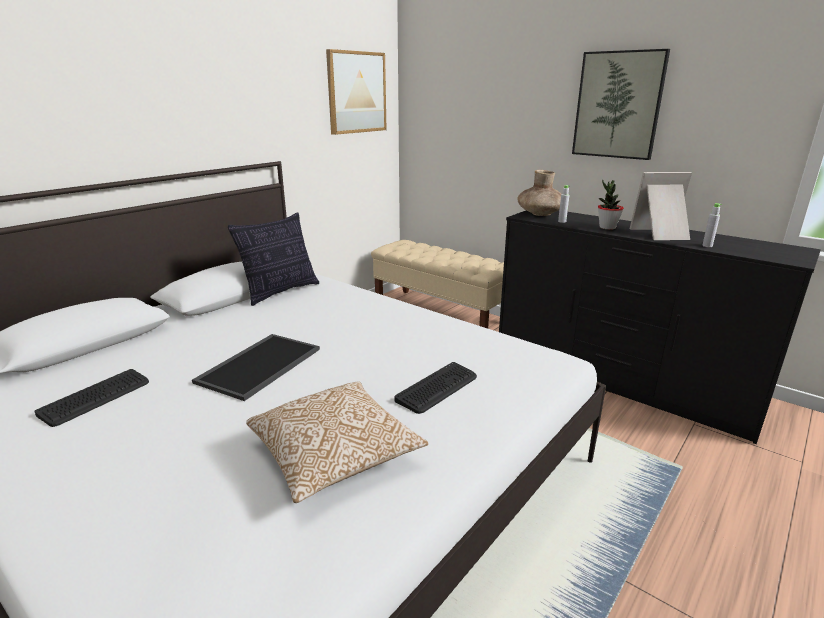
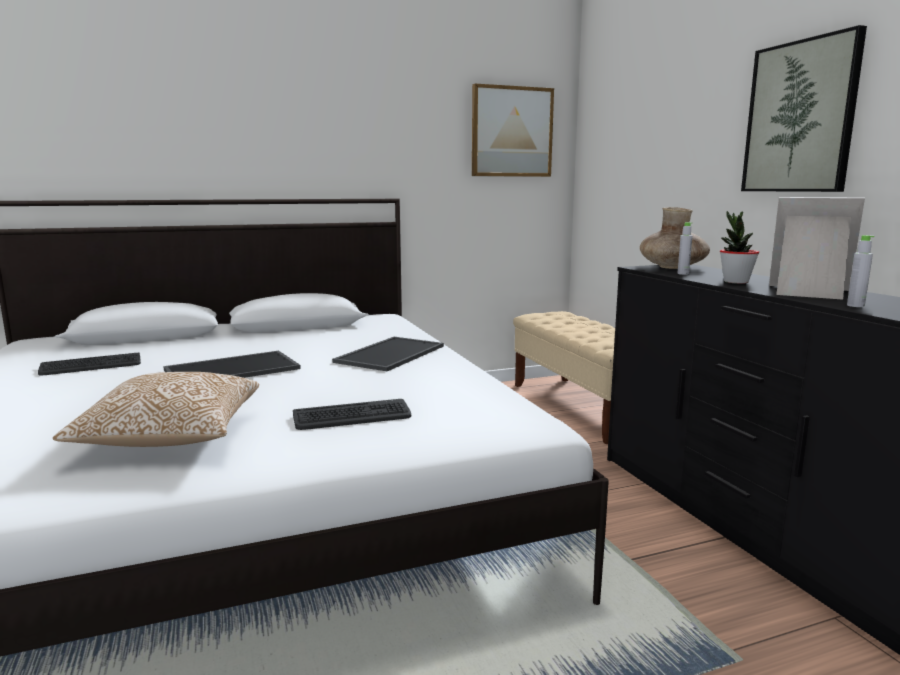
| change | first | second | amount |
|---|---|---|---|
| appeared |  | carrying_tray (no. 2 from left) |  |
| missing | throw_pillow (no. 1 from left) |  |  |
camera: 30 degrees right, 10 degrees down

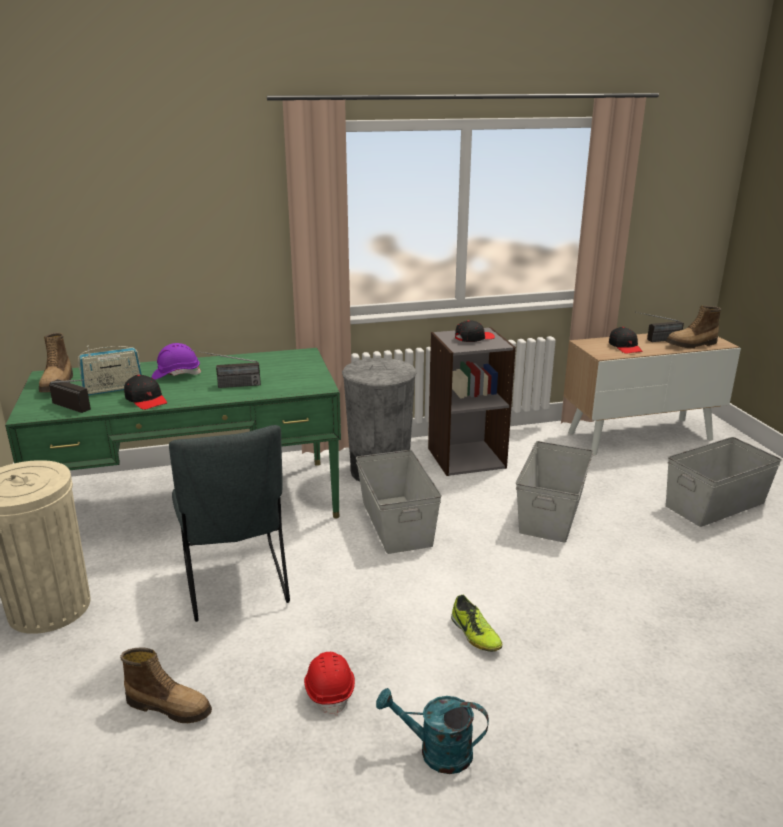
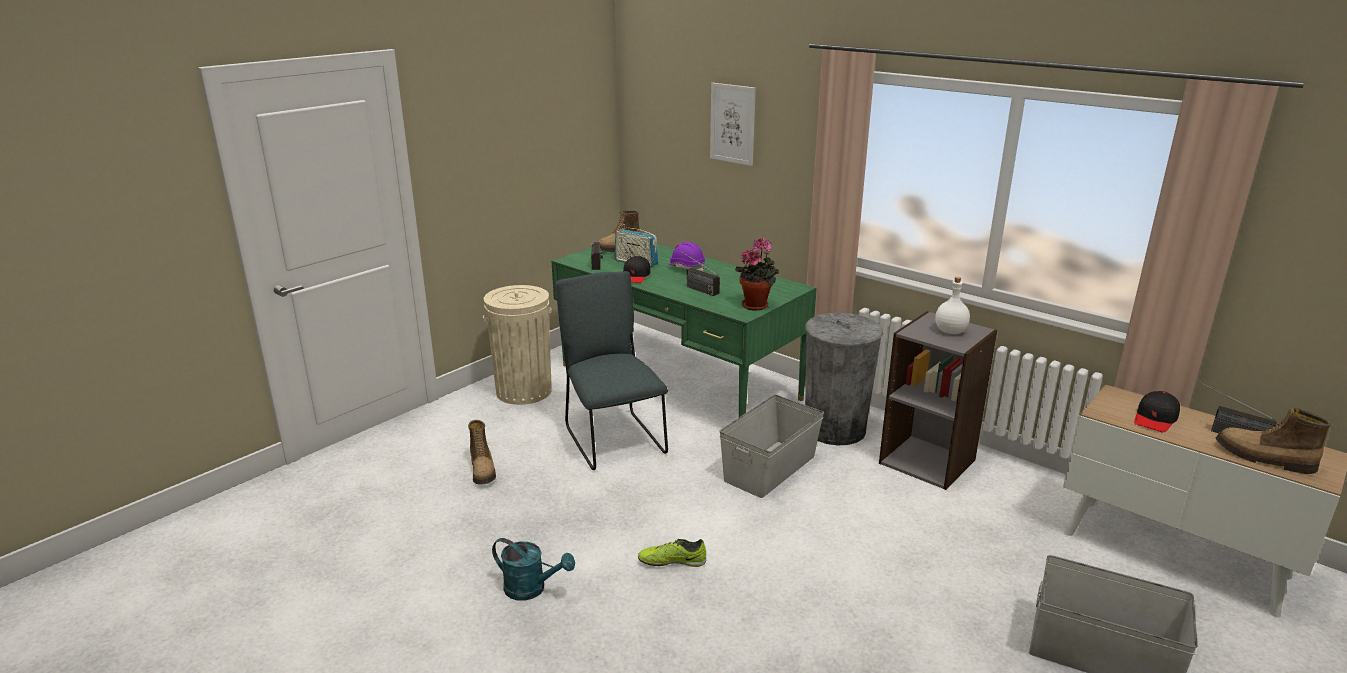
| change | first | second | amount |
|---|---|---|---|
| spun | blue-green_watering_pot |  | 135 degrees clockwise |
| spun | grey_chair |  | 120 degrees clockwise |
| spun | low_shoe |  | 60 degrees clockwise |
| appeared |  | wall_art |  |
| appeared |  | houseplant |  |
| exchanged | blackish_baseball_cap (no. 2 from left) | whitish_bottle |  |
| missing | red-coloured_safety_helmet |  |  |
| missing | grey_storage_box (no. 2 from left) |  |  |
camera: 55 degrees right, 0 degrees up

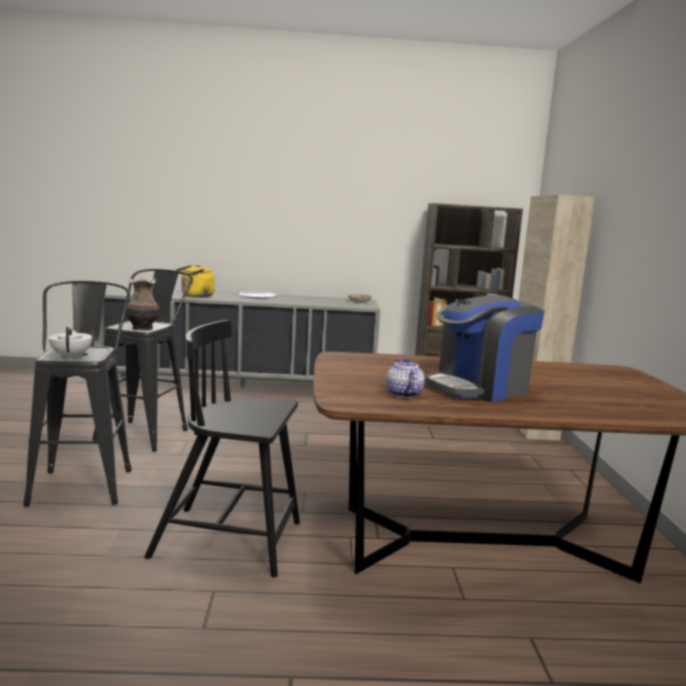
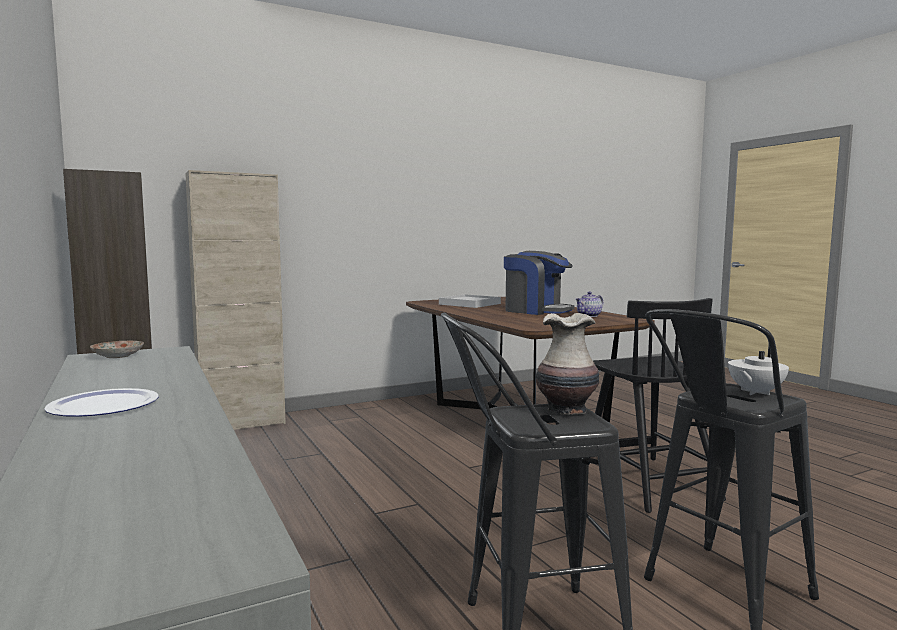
| change | first | second | amount |
|---|---|---|---|
| appeared |  | whitish_carrying_tray |  |
| missing | yellowish_tea_kettle |  |  |
camera: 115 degrees left, 5 degrees down

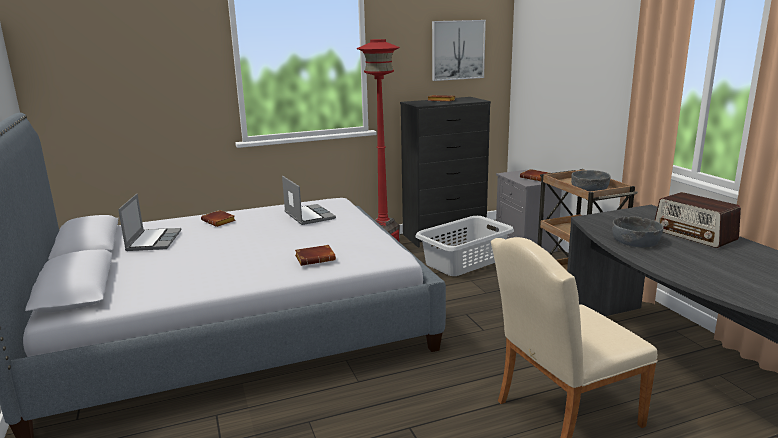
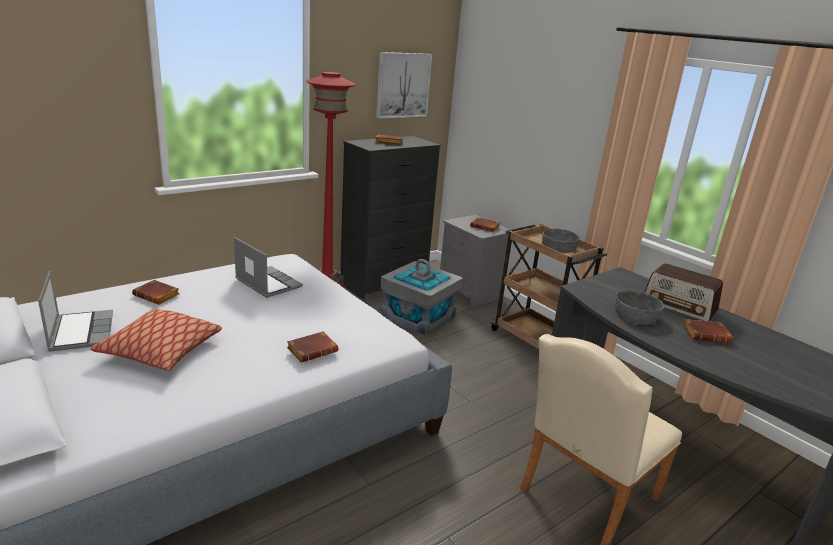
| change | first | second | amount |
|---|---|---|---|
| appeared |  | throw_pillow |  |
| exchanged | grey_laundry_basket | grey_storage_box |  |
| appeared |  | brown_book (no. 5 from left) |  |
camera: 20 degrees left, 5 degrees up

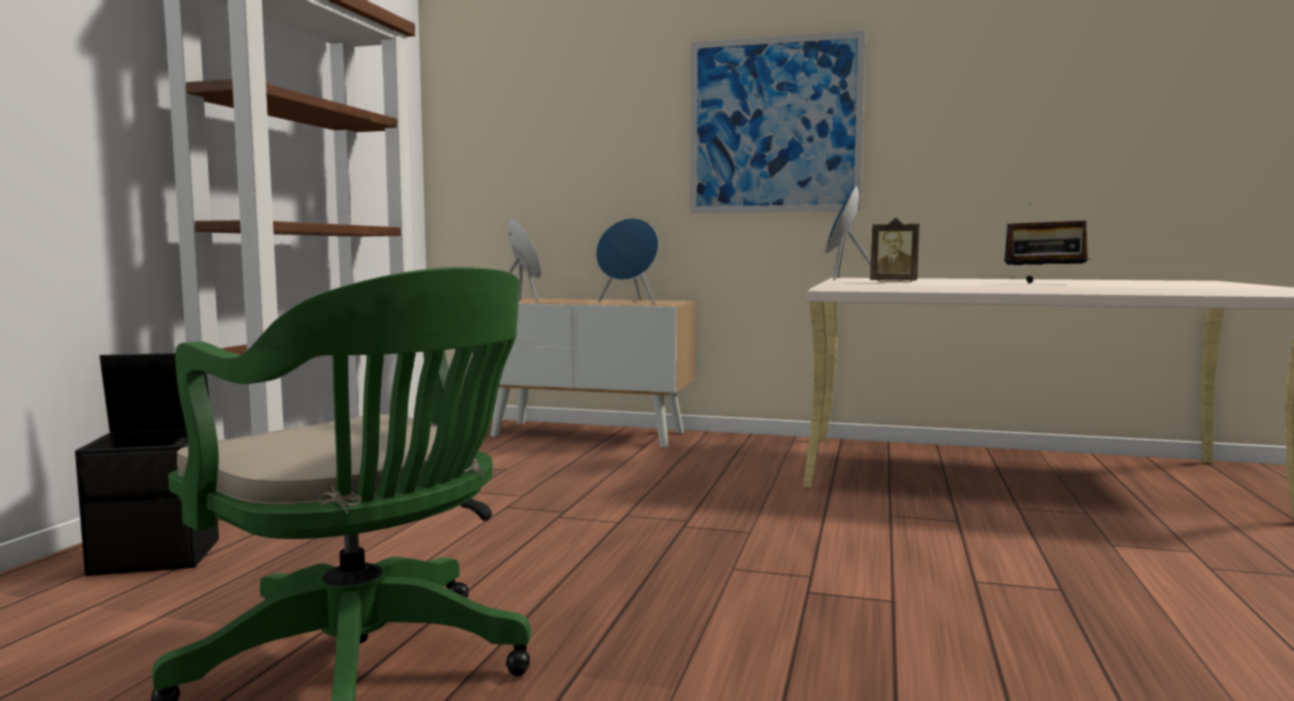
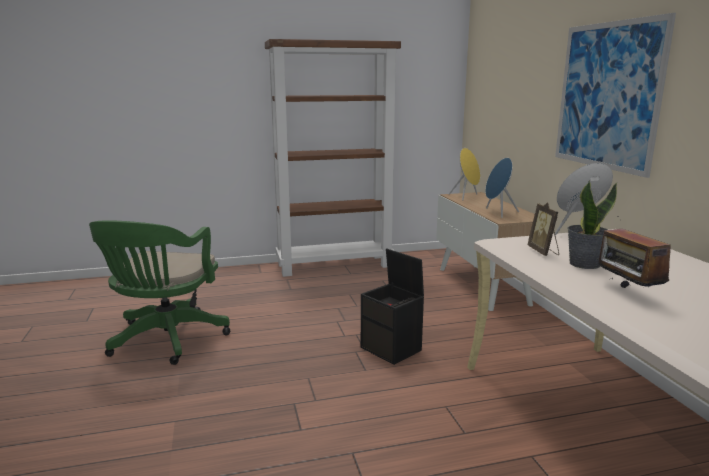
| change | first | second | amount |
|---|---|---|---|
| relocated | blackish_storage_box |  |  |
| appeared |  | houseplant |  |
camera: 60 degrees right, 10 degrees up

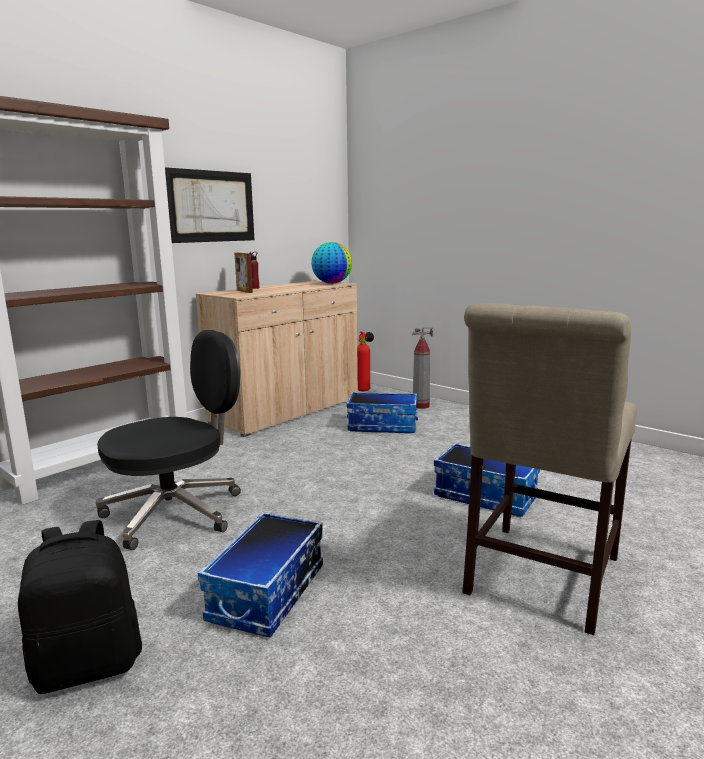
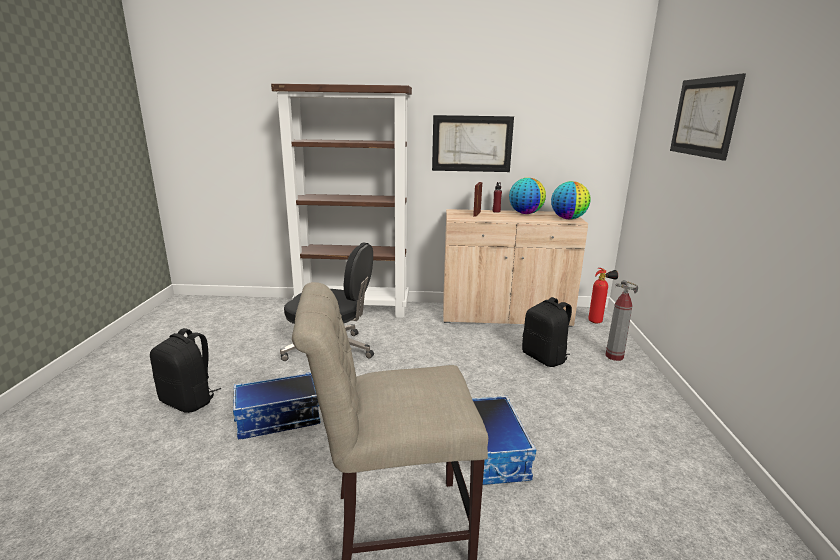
| change | first | second | amount |
|---|---|---|---|
| appeared |  | world_globe (no. 1 from left) |  |
| exchanged | storage_box (no. 2 from left) | blackish_backpack (no. 2 from left) |  |
| appeared |  | wall_art (no. 2 from left) |  |
camera: 50 degrees right, 5 degrees up

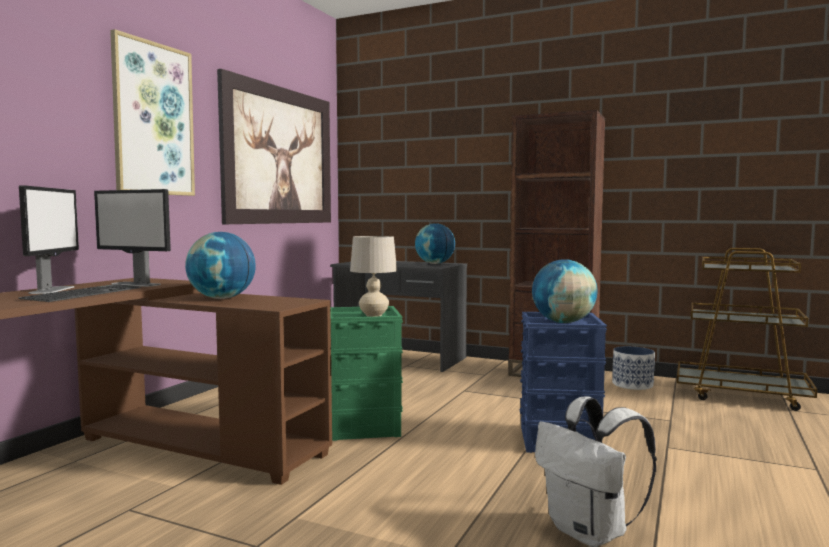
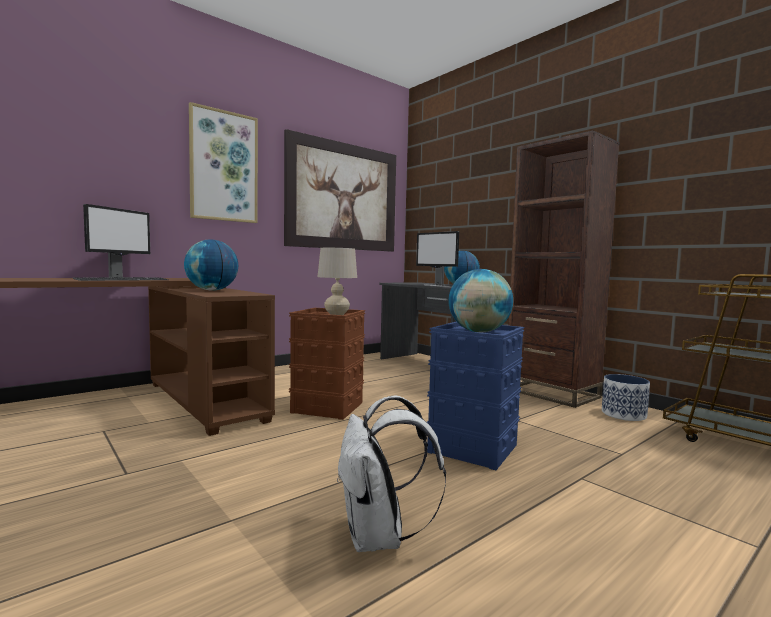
| change | first | second | amount |
|---|---|---|---|
| colour | greenish_storage_box | brown_storage_box |  |
| relocated | computer_screen (no. 2 from left) |  |  |
camera: 25 degrees right, 0 degrees up

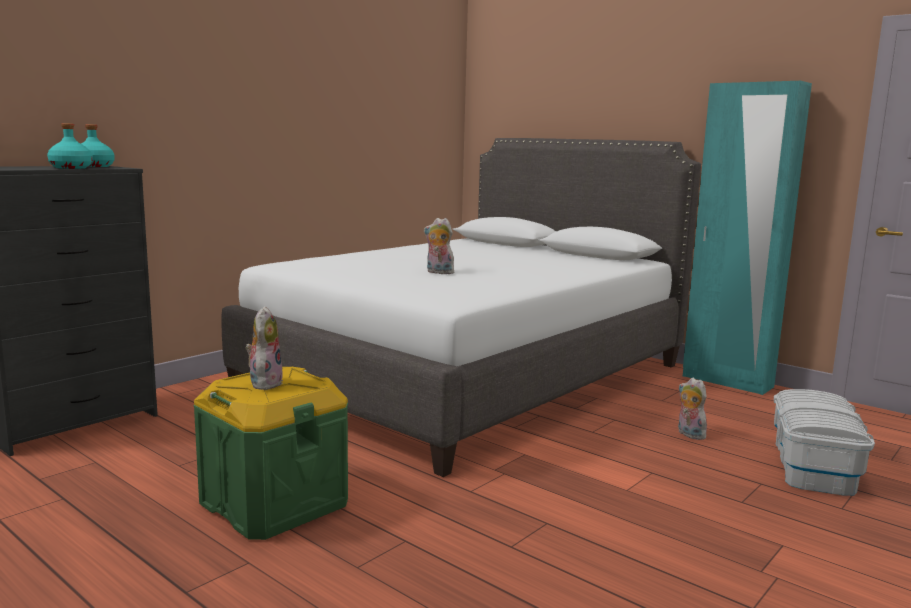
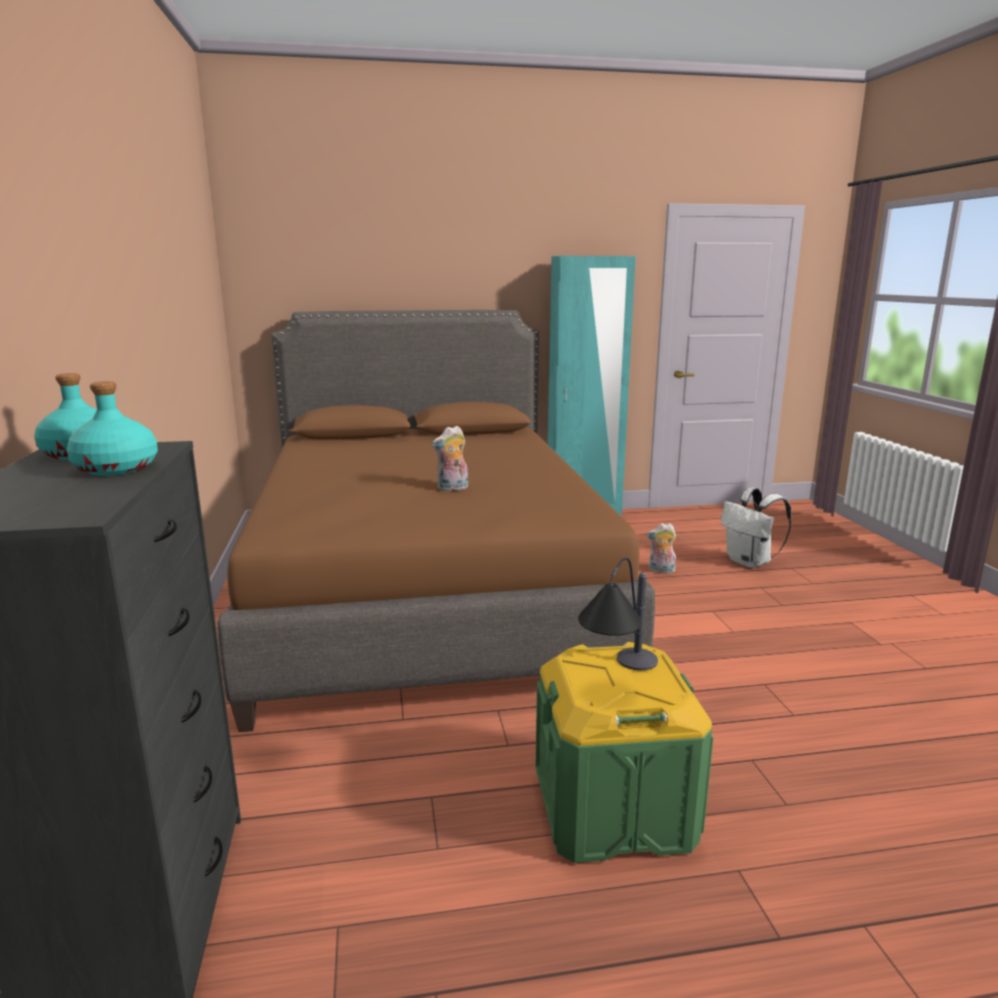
| change | first | second | amount |
|---|---|---|---|
| colour | whitish_sleeping_bed | brown_sleeping_bed |  |
| exchanged | cuddly_toy (no. 1 from left) | table_lamp |  |
| exchanged | whitish_storage_box | whitish_backpack |  |
camera: 50 degrees left, 5 degrees up

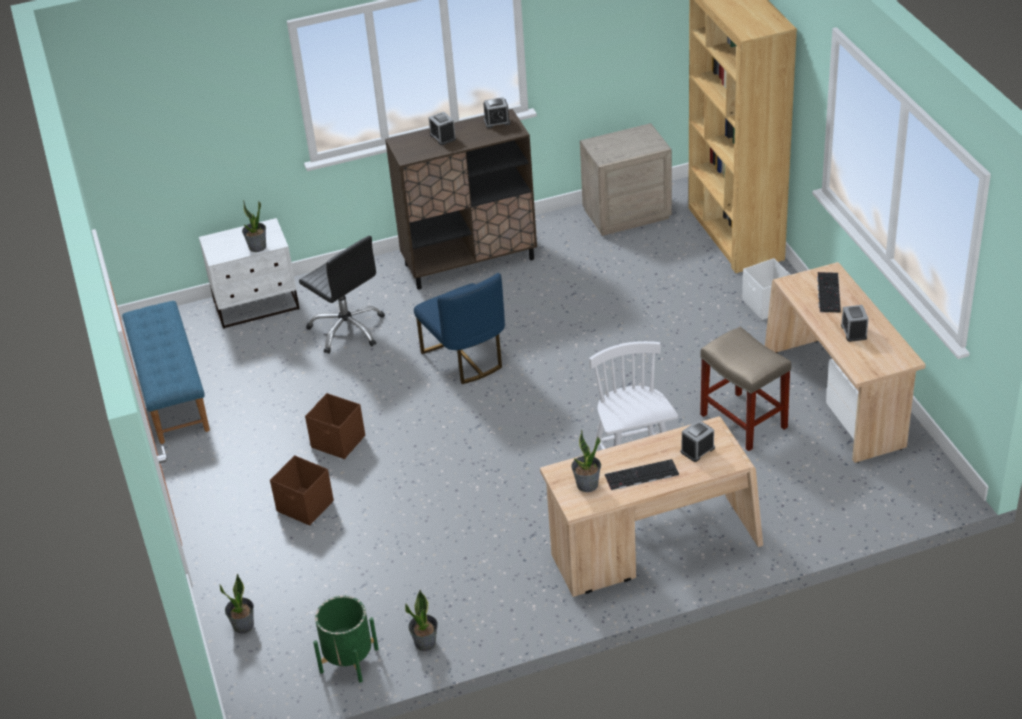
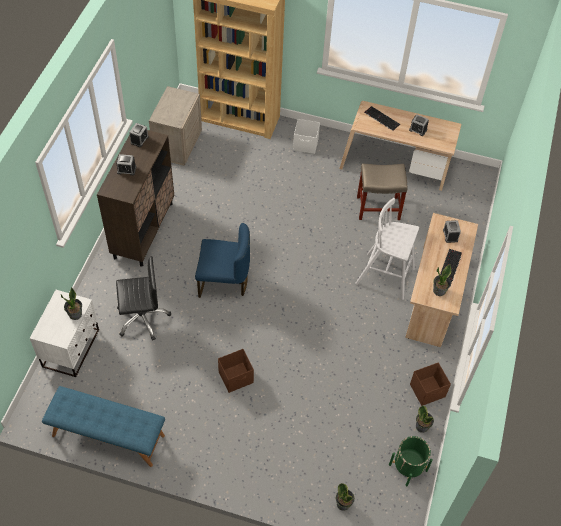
| change | first | second | amount |
|---|---|---|---|
| relocated | brown_storage_box (no. 1 from left in the first image) | brown_storage_box (no. 2 from left) |  |
camera: 60 degrees left, 15 degrees up

